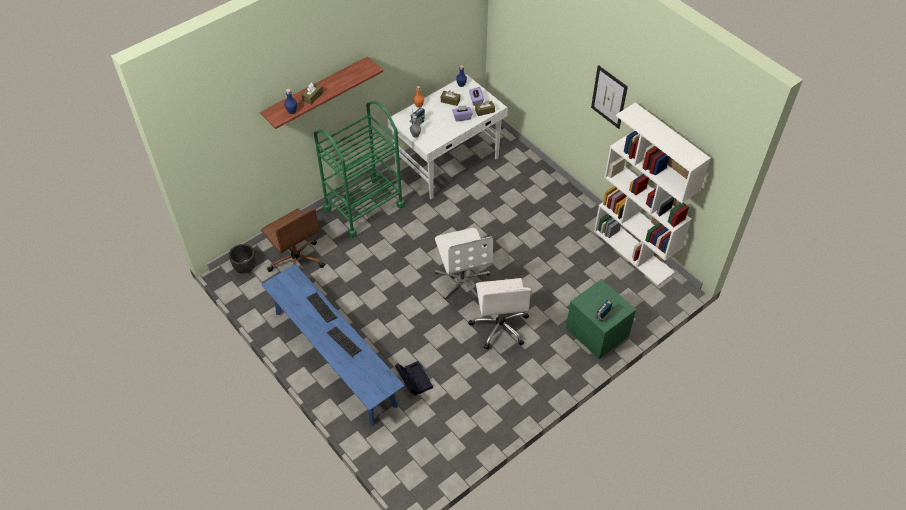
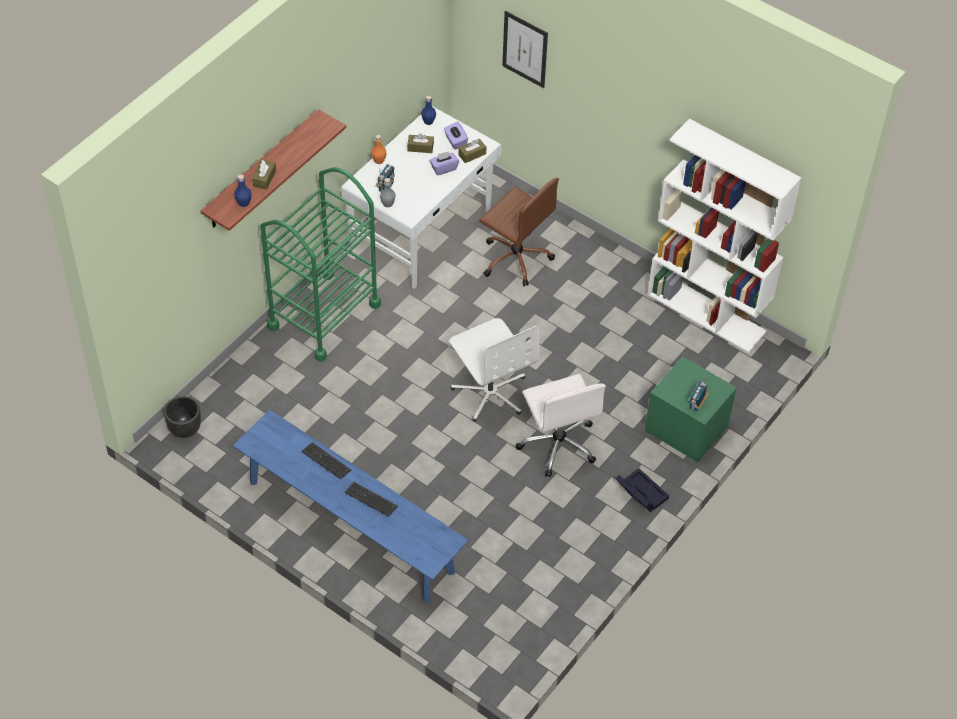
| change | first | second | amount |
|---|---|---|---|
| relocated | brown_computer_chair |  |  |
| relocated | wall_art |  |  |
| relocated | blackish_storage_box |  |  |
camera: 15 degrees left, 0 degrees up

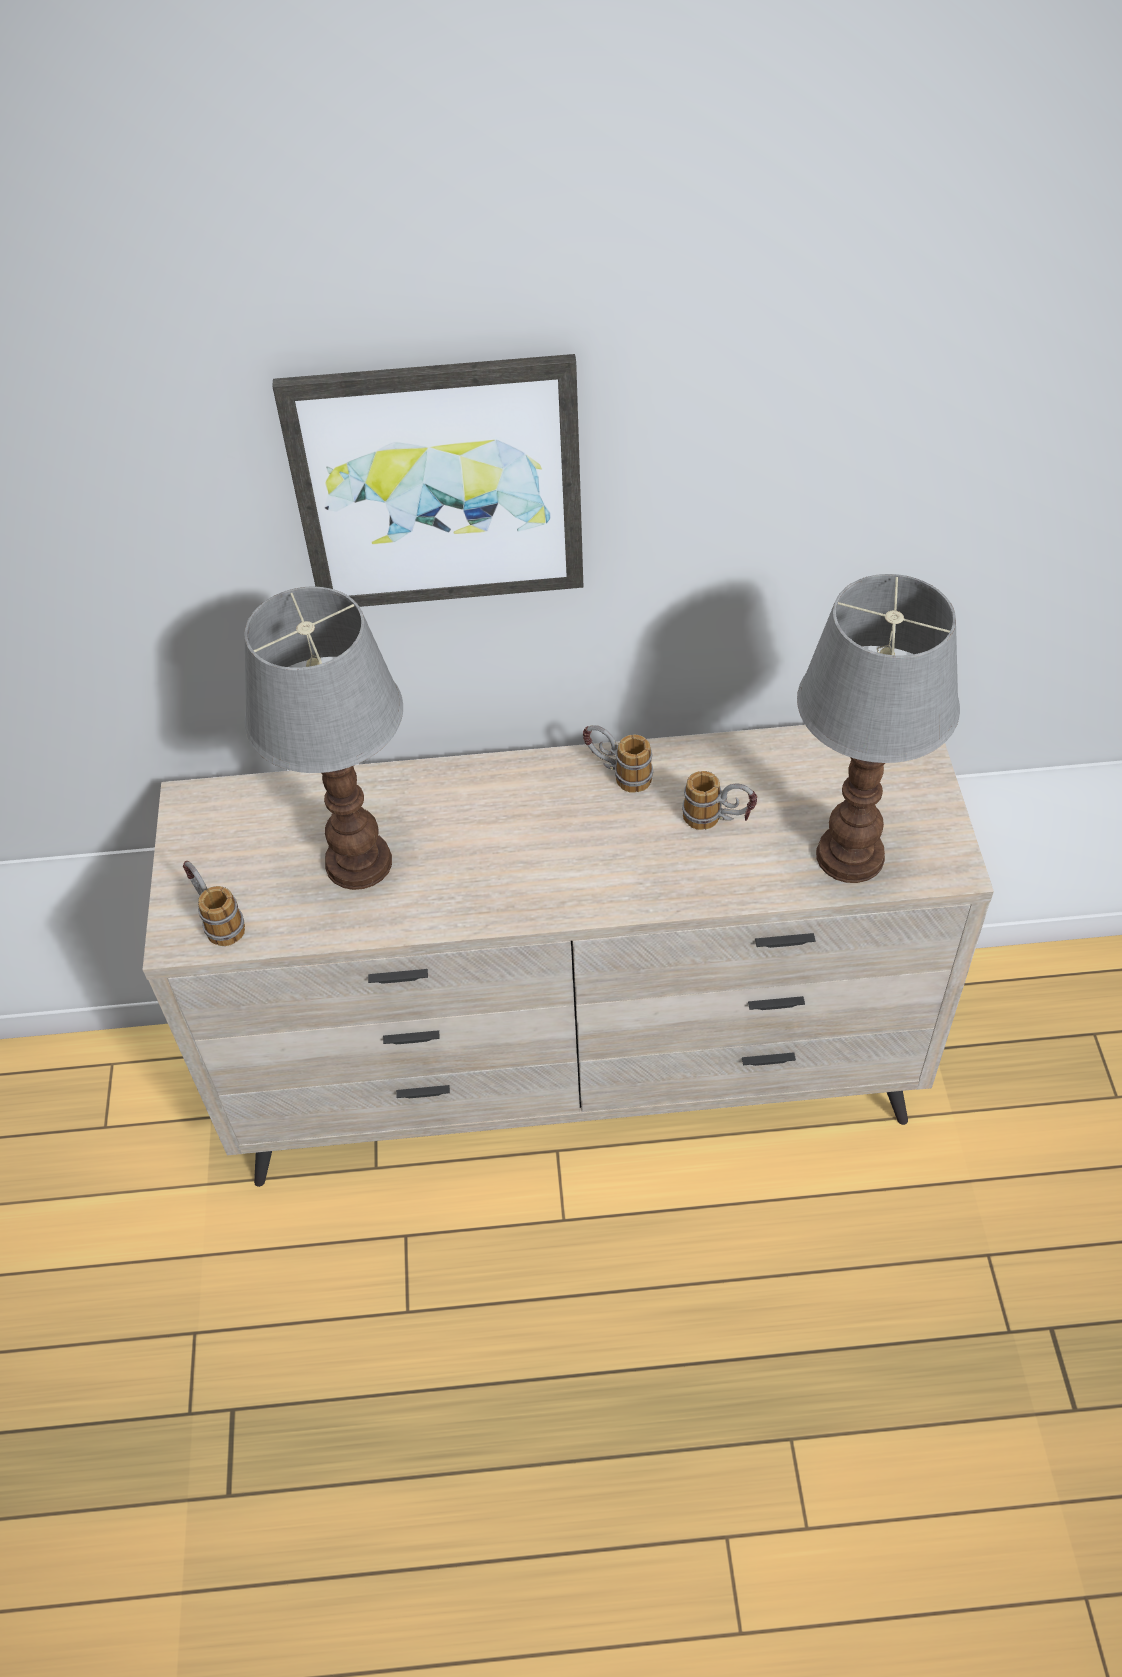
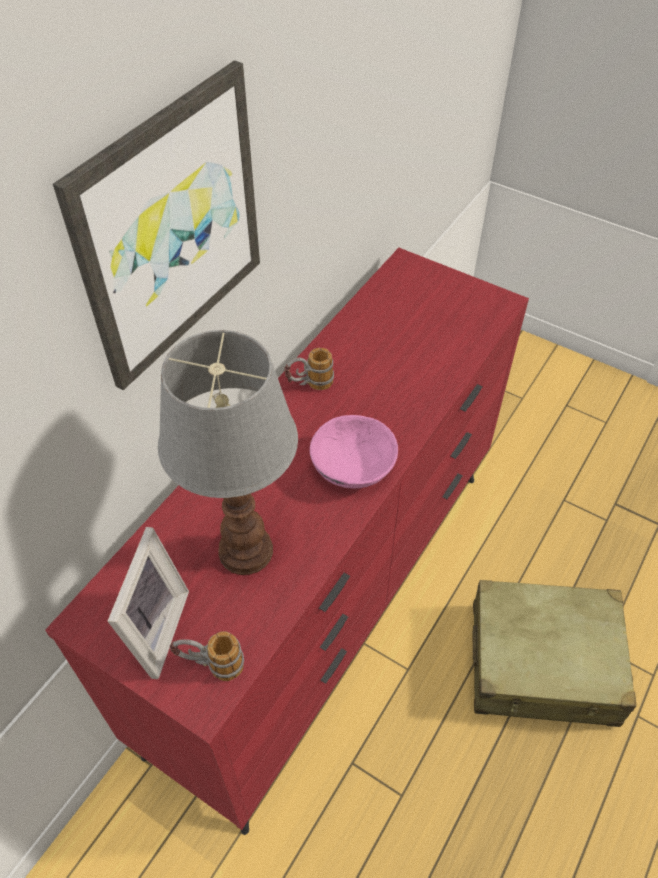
| change | first | second | amount |
|---|---|---|---|
| colour | beige-coloured_drawer_chest | red-coloured_drawer_chest |  |
| appeared |  | photo_frame |  |
| appeared |  | pinkish_deep_dish |  |
| appeared |  | beige-coloured_suitcase |  |
| missing | tea_mug (no. 3 from left) |  |  |
| missing | table_lamp (no. 2 from left) |  |  |
camera: 55 degrees left, 0 degrees up

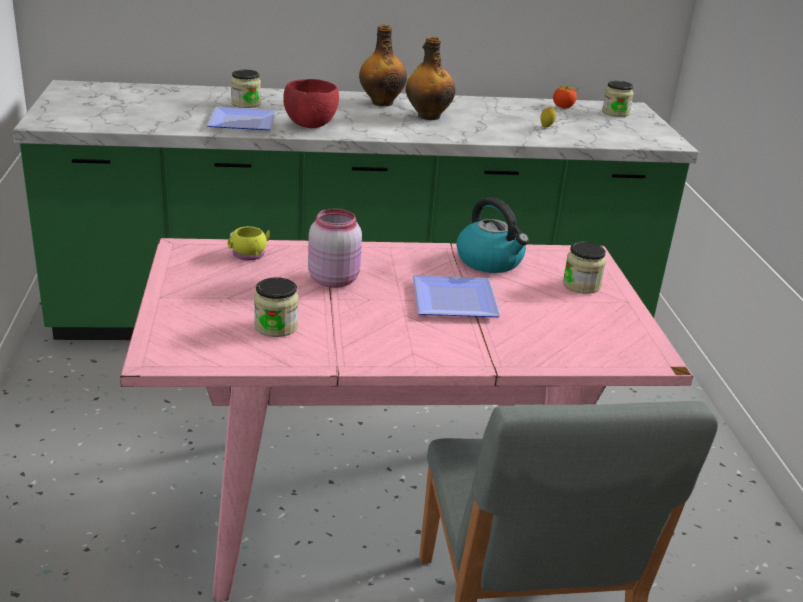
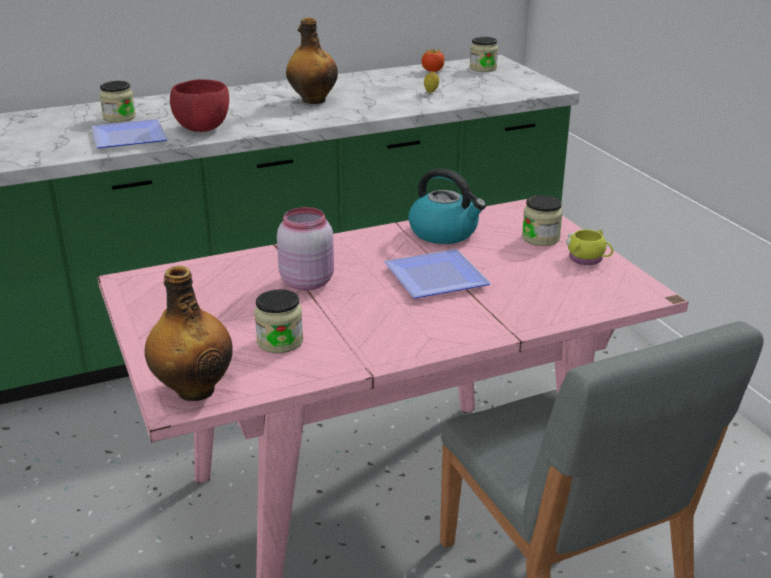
| change | first | second | amount |
|---|---|---|---|
| relocated | bottle (no. 1 from left) |  |  |
| relocated | yellowish_tea_mug |  |  |
camera: 15 degrees left, 0 degrees up

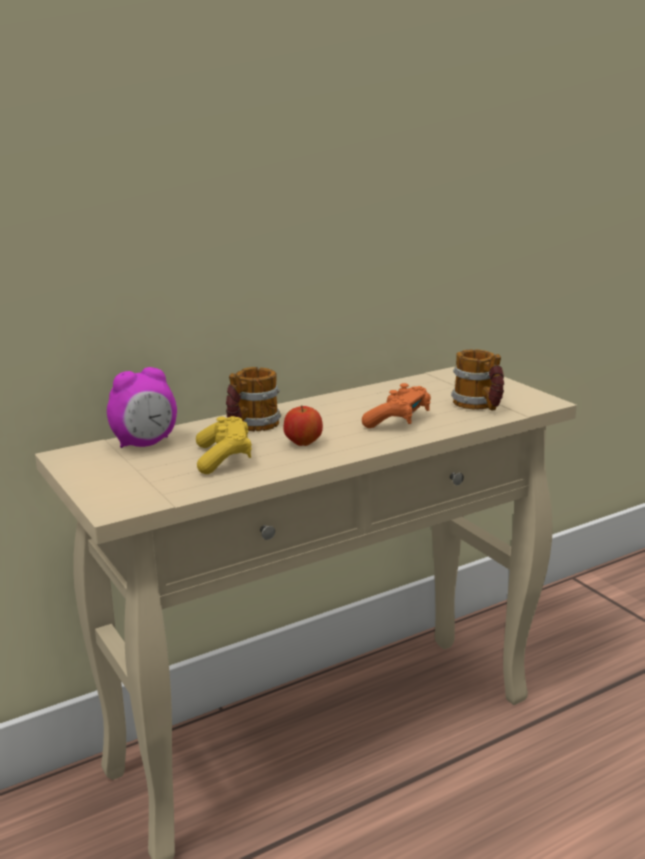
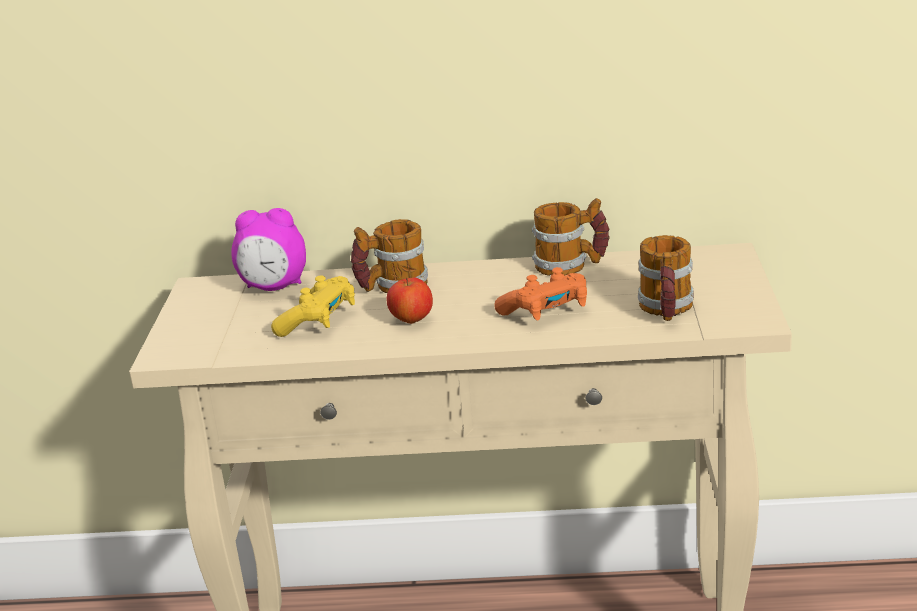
| change | first | second | amount |
|---|---|---|---|
| appeared |  | tea_mug (no. 2 from left) |  |
camera: 35 degrees right, 5 degrees up

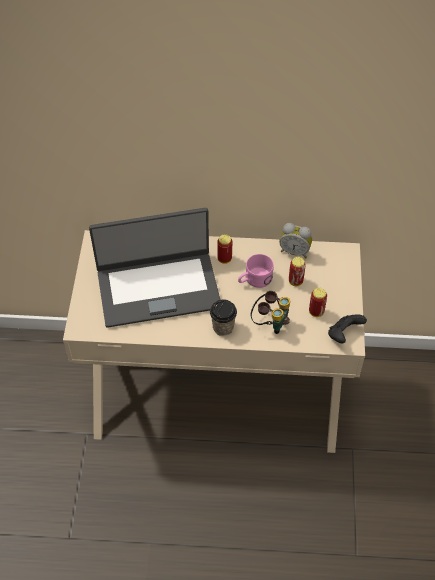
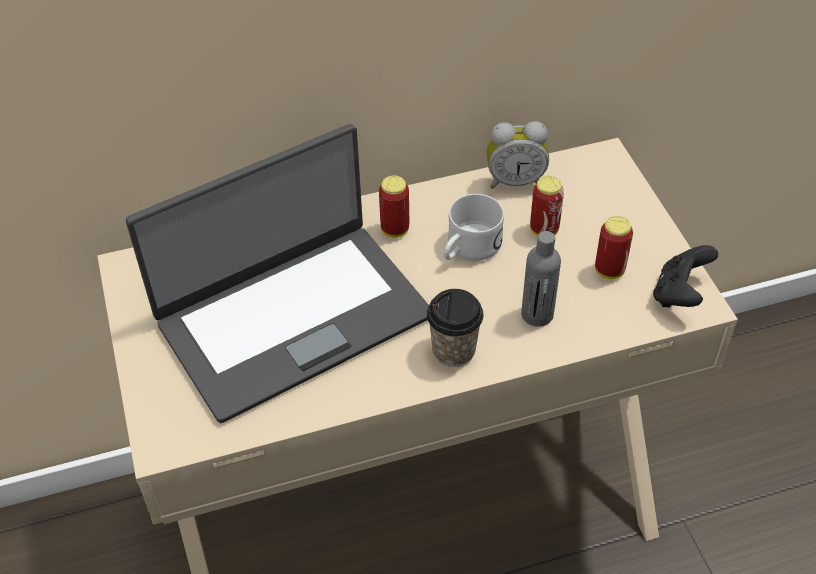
| change | first | second | amount |
|---|---|---|---|
| colour | pinkish_tea_mug | whitish_tea_mug |  |
| exchanged | field_glasses | grey_bottle |  |
camera: 20 degrees left, 5 degrees down

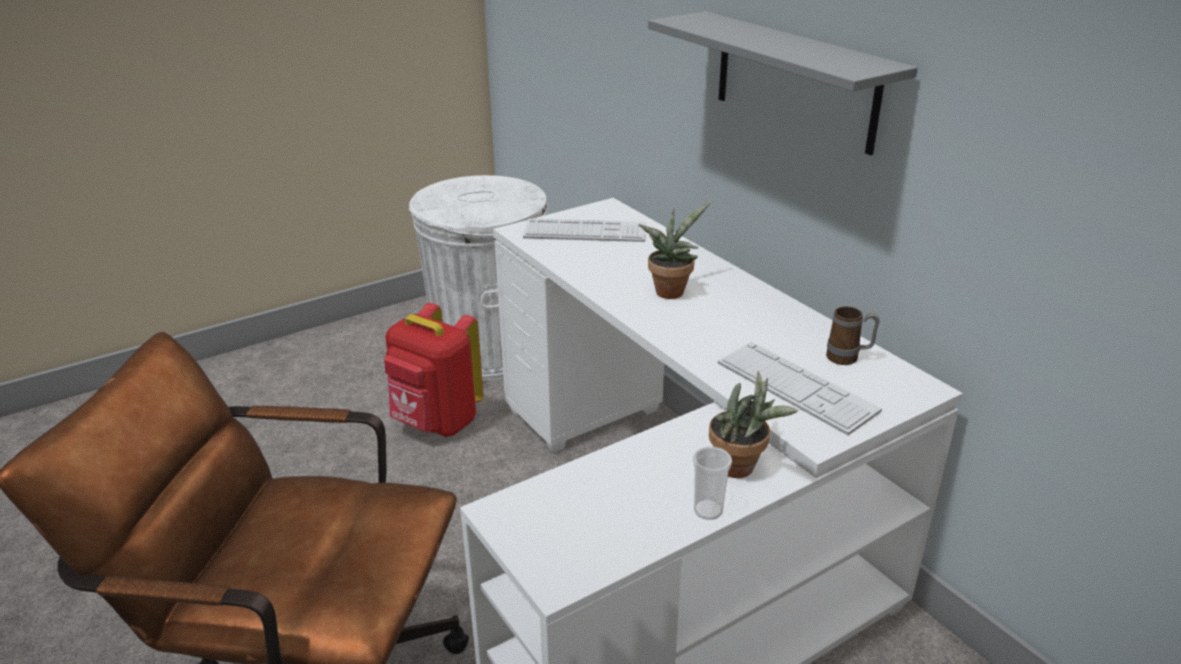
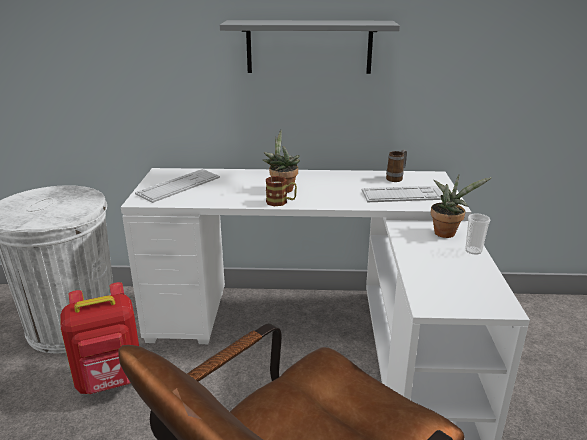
| change | first | second | amount |
|---|---|---|---|
| appeared |  | tea_mug (no. 1 from left) |  |
camera: 55 degrees left, 5 degrees down

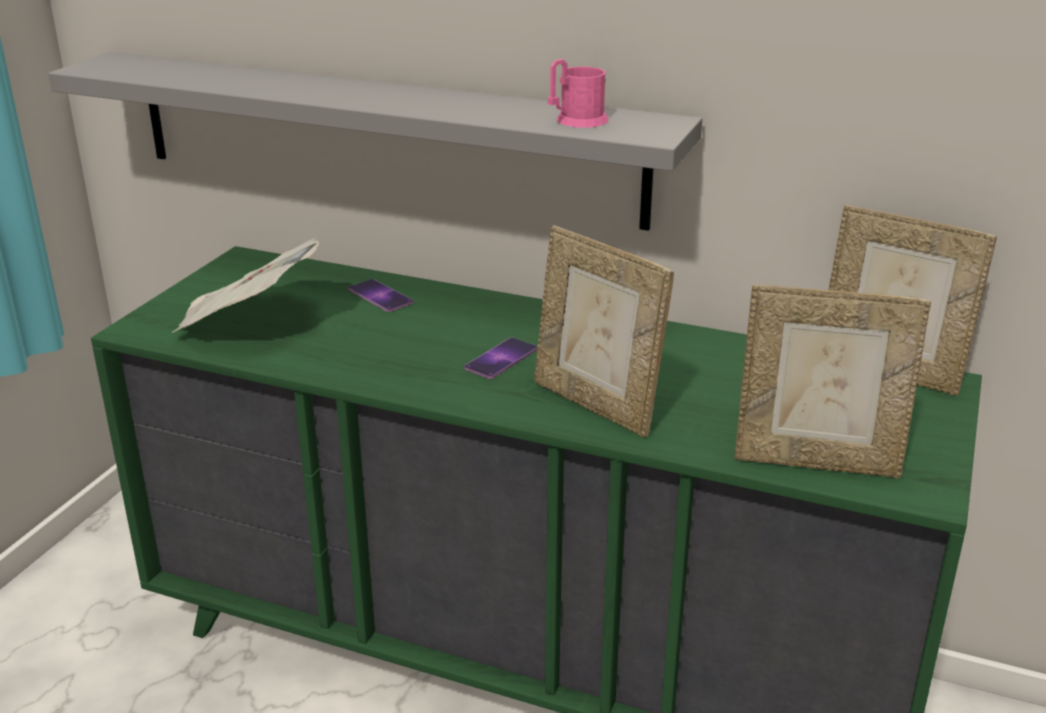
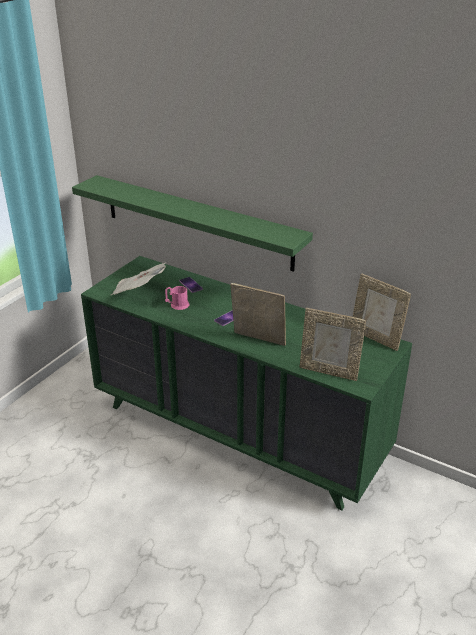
| change | first | second | amount |
|---|---|---|---|
| colour | grey_bracket_shelf | greenish_bracket_shelf |  |
| relocated | pinkish_tea_mug |  |  |
| spun | photo_frame (no. 1 from left) |  | 150 degrees clockwise |
camera: 10 degrees right, 5 degrees up

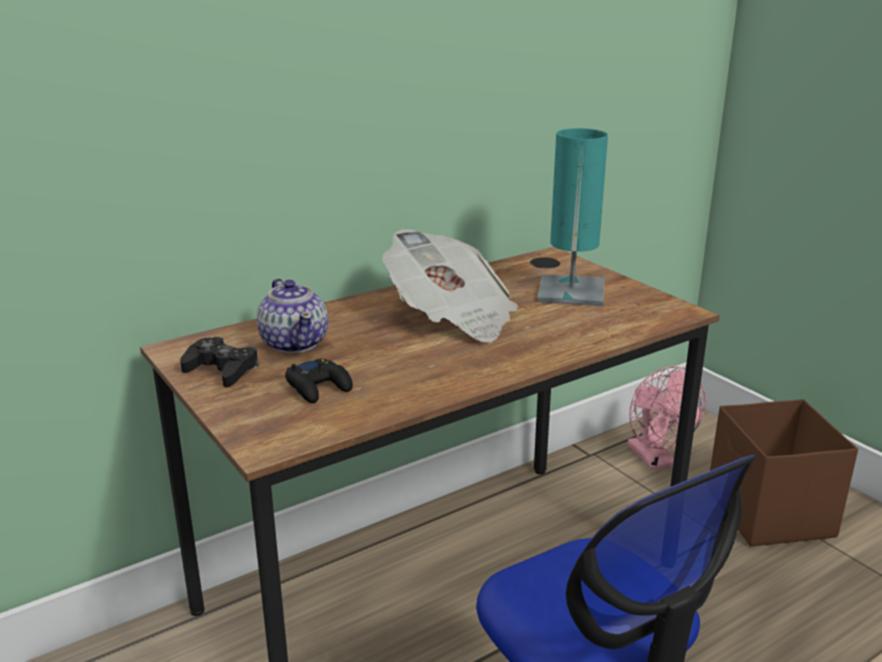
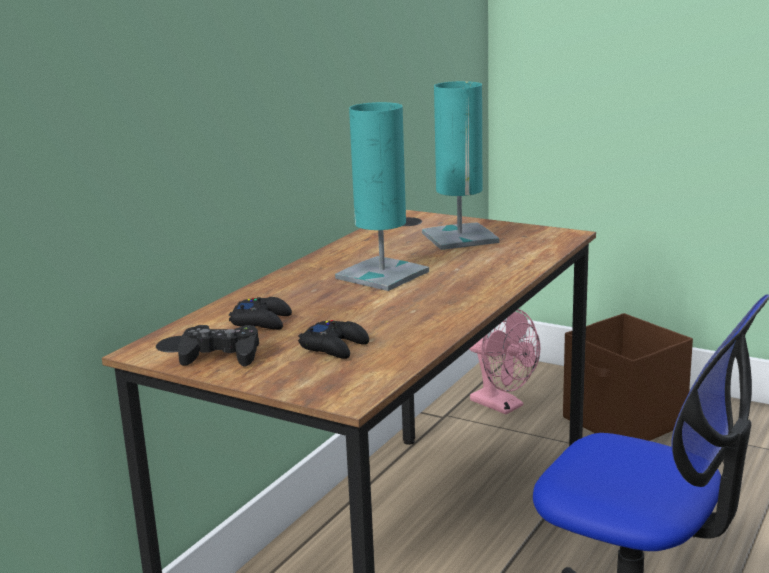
| change | first | second | amount |
|---|---|---|---|
| exchanged | teapot | blackish_game_controller (no. 2 from left) |  |
| exchanged | printed_paper | blue-green_table_lamp (no. 1 from left) |  |
camera: 25 degrees left, 5 degrees down

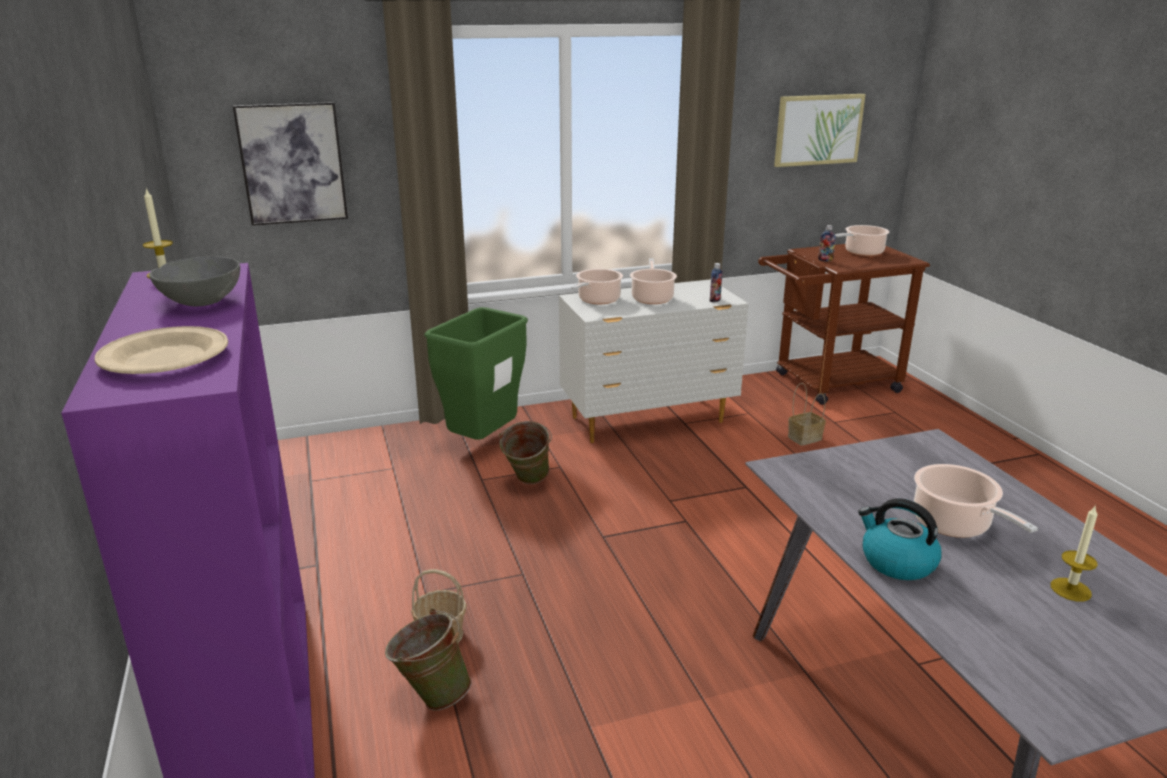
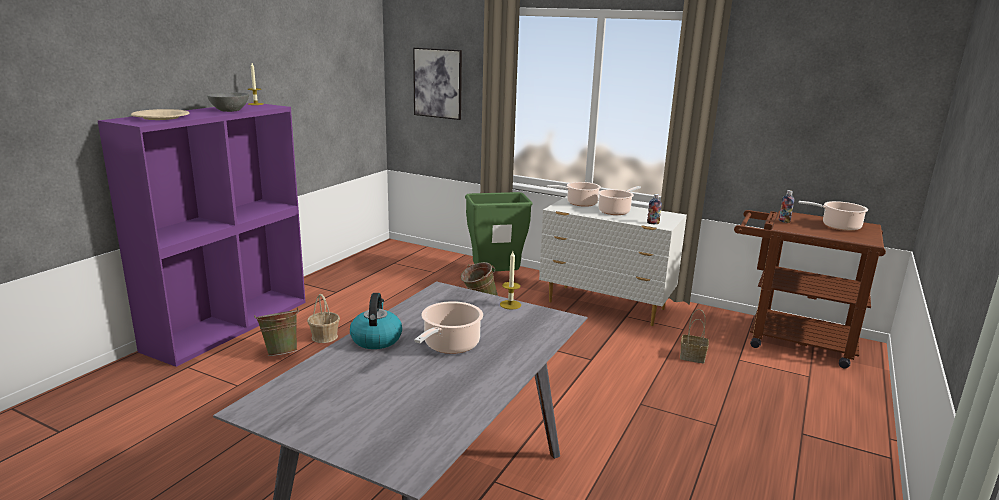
| change | first | second | amount |
|---|---|---|---|
| relocated | wax_light (no. 2 from left) |  |  |
| missing | wall_art (no. 2 from left) |  |  |
camera: 45 degrees right, 5 degrees down

